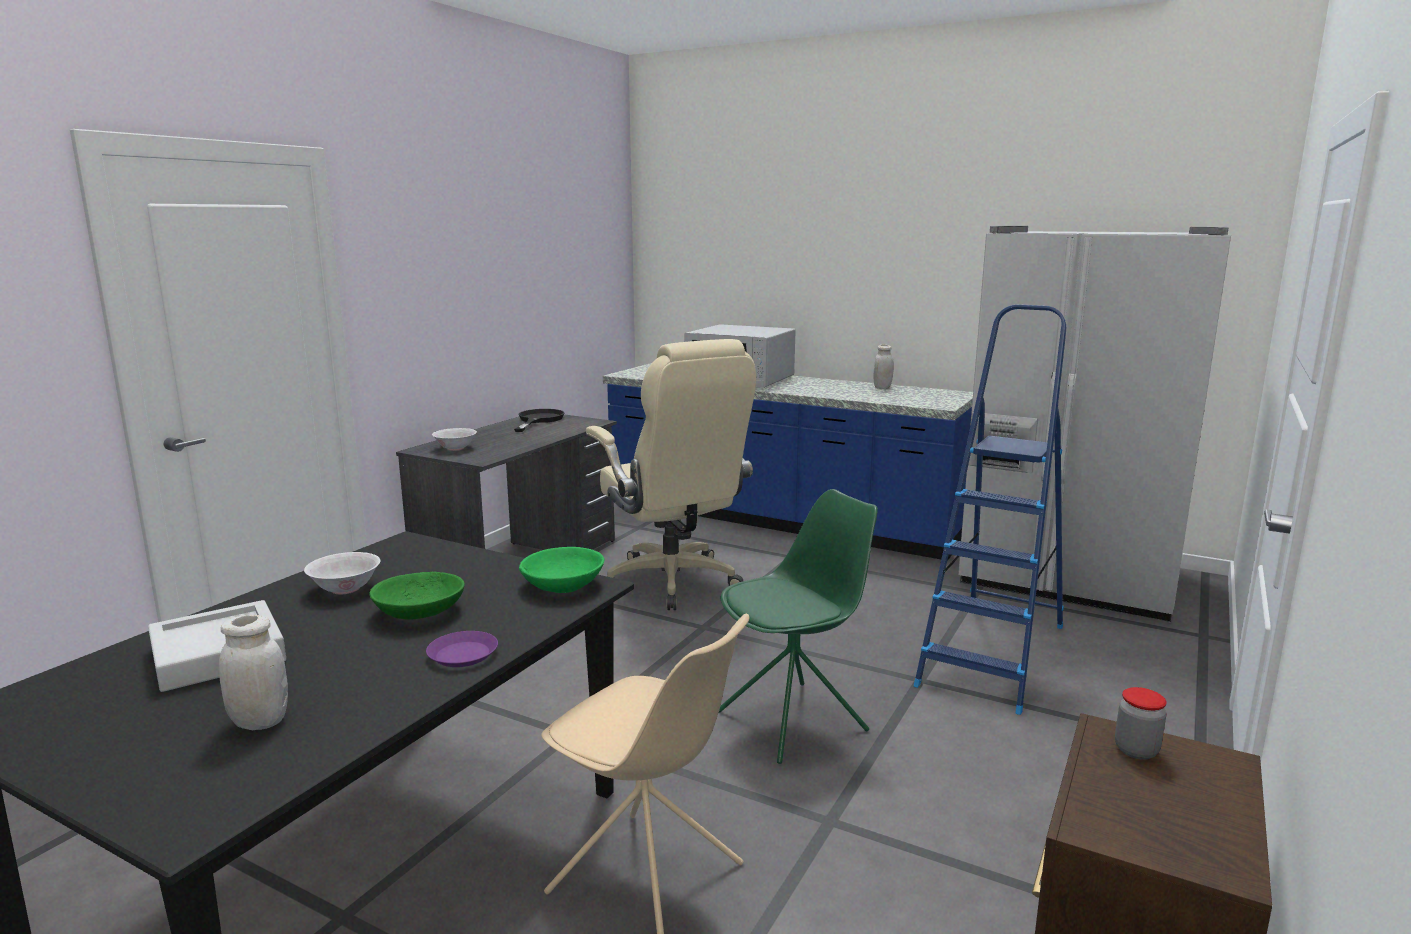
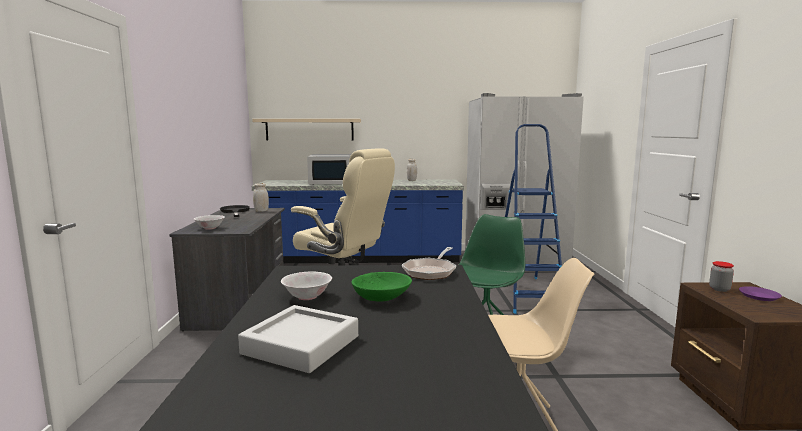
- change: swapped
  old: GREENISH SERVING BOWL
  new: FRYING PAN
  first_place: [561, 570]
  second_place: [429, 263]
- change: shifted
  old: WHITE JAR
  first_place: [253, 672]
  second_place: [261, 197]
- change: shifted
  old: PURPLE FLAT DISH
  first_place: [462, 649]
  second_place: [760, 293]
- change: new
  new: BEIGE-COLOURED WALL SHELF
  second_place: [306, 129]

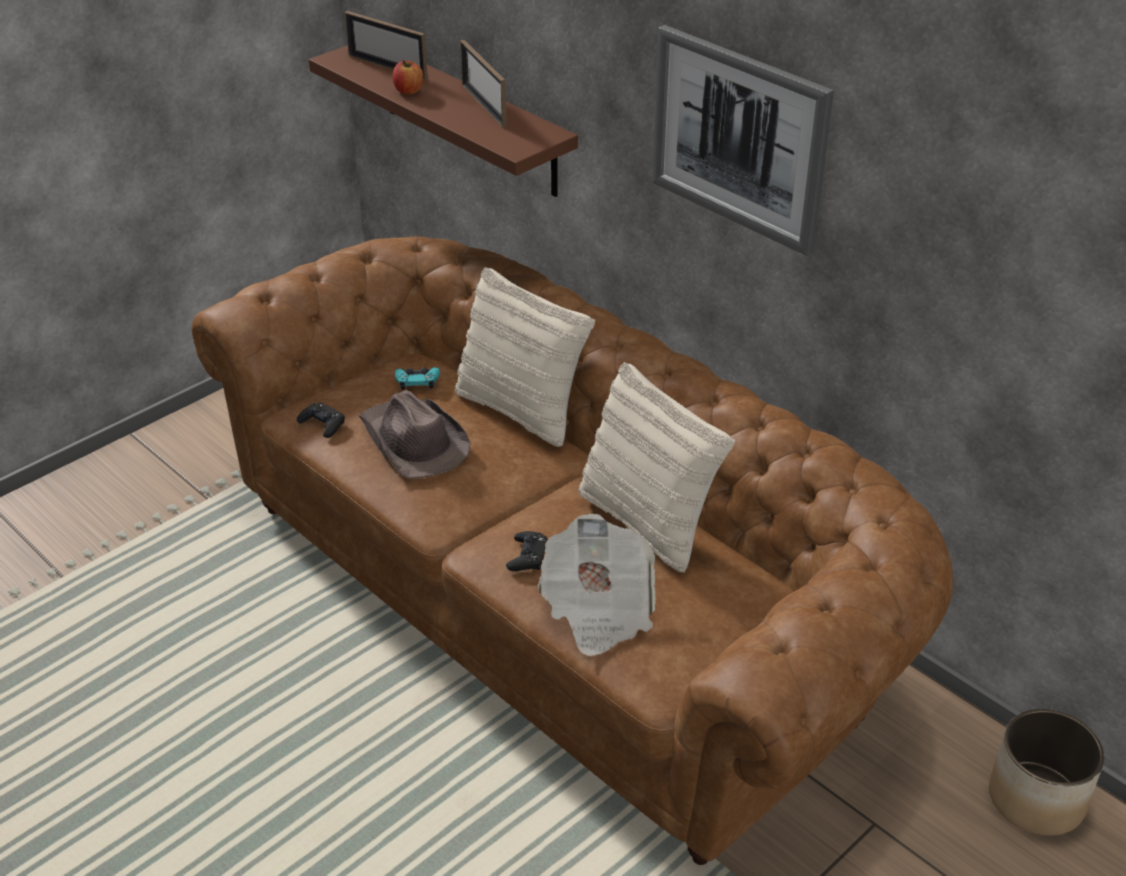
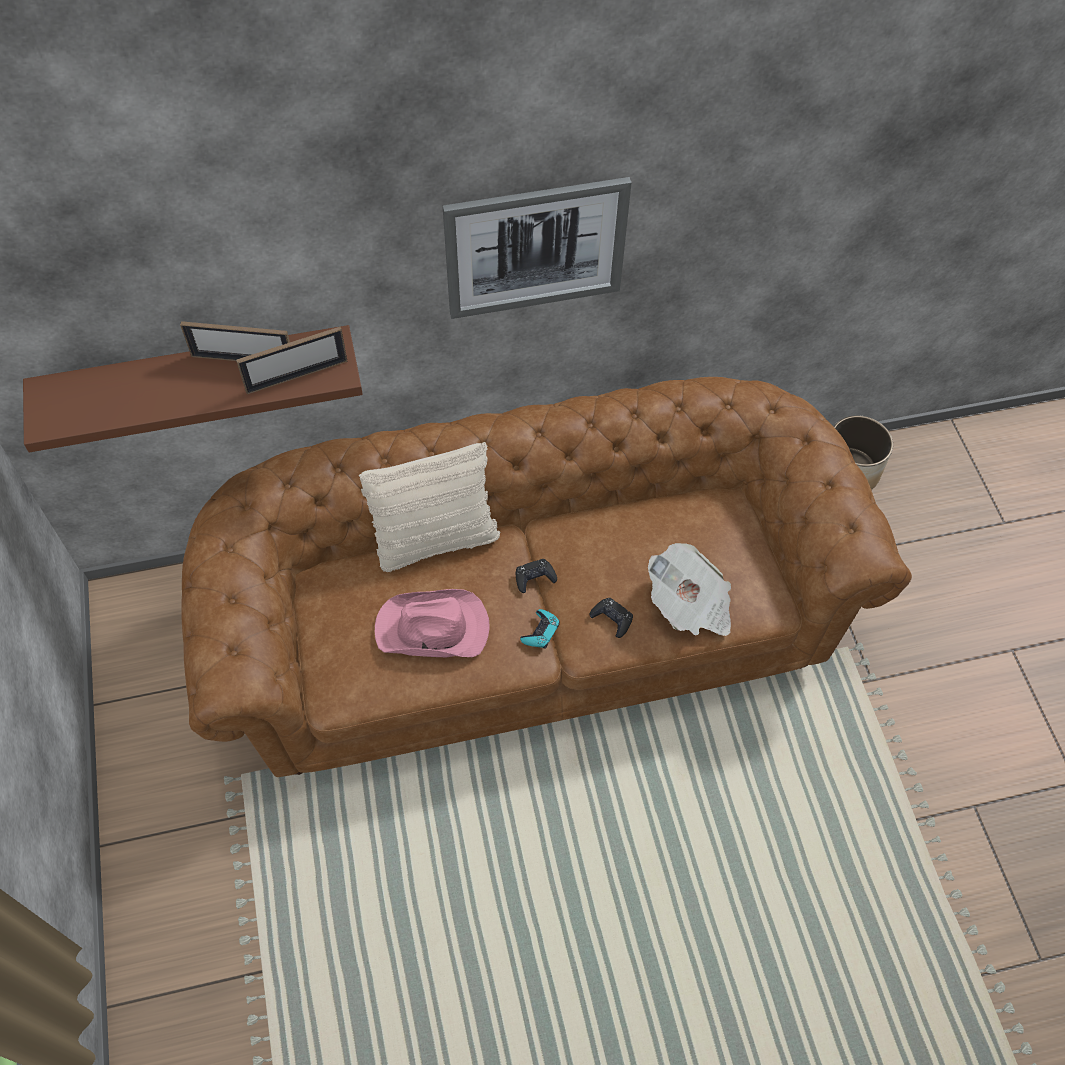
- change: shifted
  old: STANDING FRAME
  first_place: [386, 45]
  second_place: [292, 360]
- change: gone
  old: WHOLE APPLE
  first_place: [408, 77]
- change: gone
  old: BEIGE-COLOURED CUSHION
  first_place: [656, 467]
- change: shifted
  old: TURQUOISE-COLOURED JOYPAD
  first_place: [417, 378]
  second_place: [540, 629]
- change: repainted
  old: BROWNISH CLOTHING HAT
  new: PINK CLOTHING HAT
  first_place: [415, 434]
  second_place: [432, 623]
- change: shifted
  old: BLACK-COLOURED JOYPAD
  first_place: [321, 420]
  second_place: [536, 576]

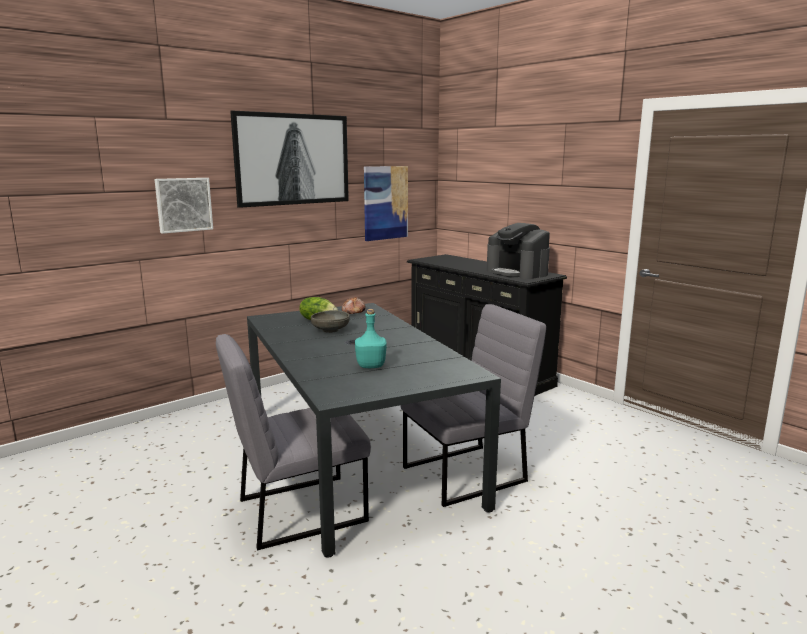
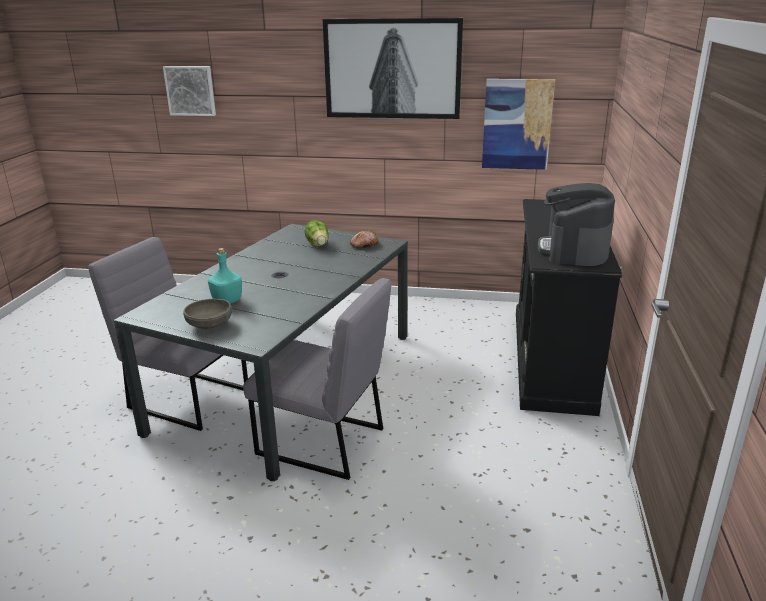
- change: shifted
  old: WALL PICTURE
  first_place: [183, 206]
  second_place: [189, 91]
- change: shifted
  old: GREYISH SERVING BOWL
  first_place: [330, 321]
  second_place: [207, 314]

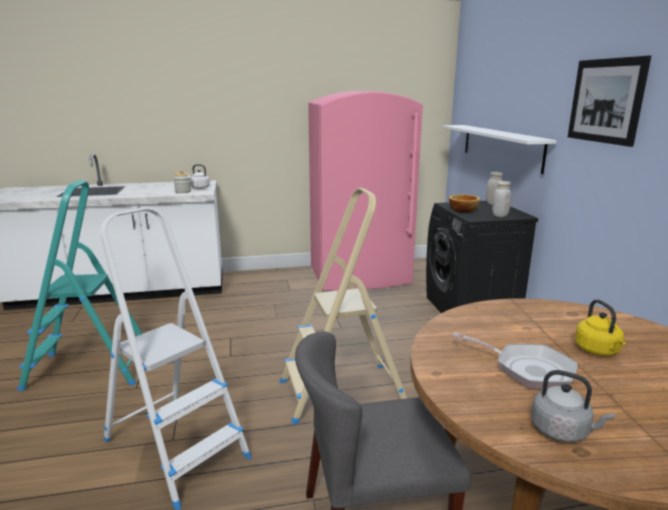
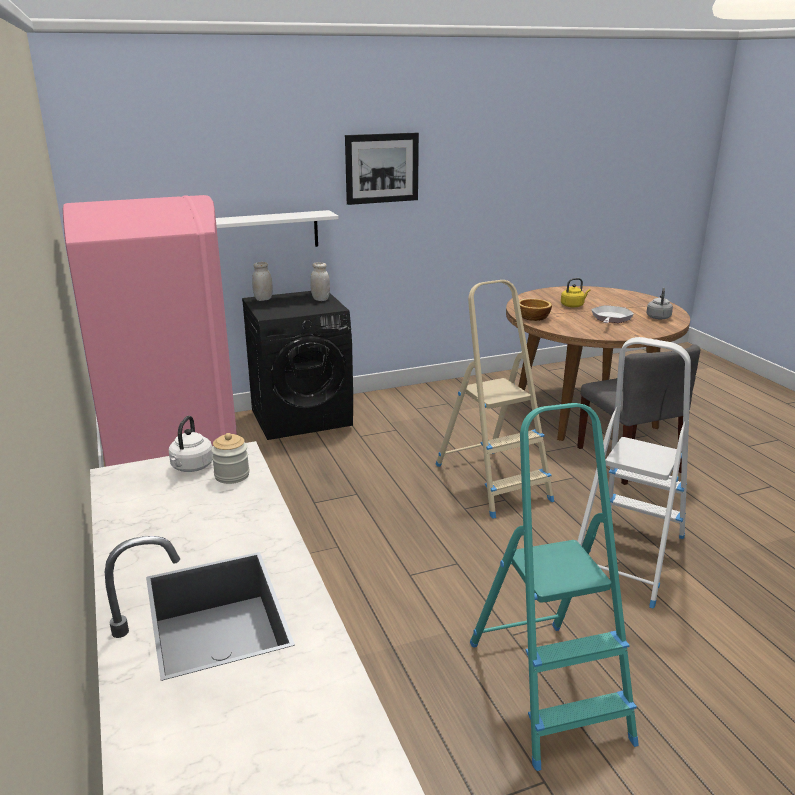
- change: shifted
  old: SERVING BOWL
  first_place: [464, 204]
  second_place: [535, 309]

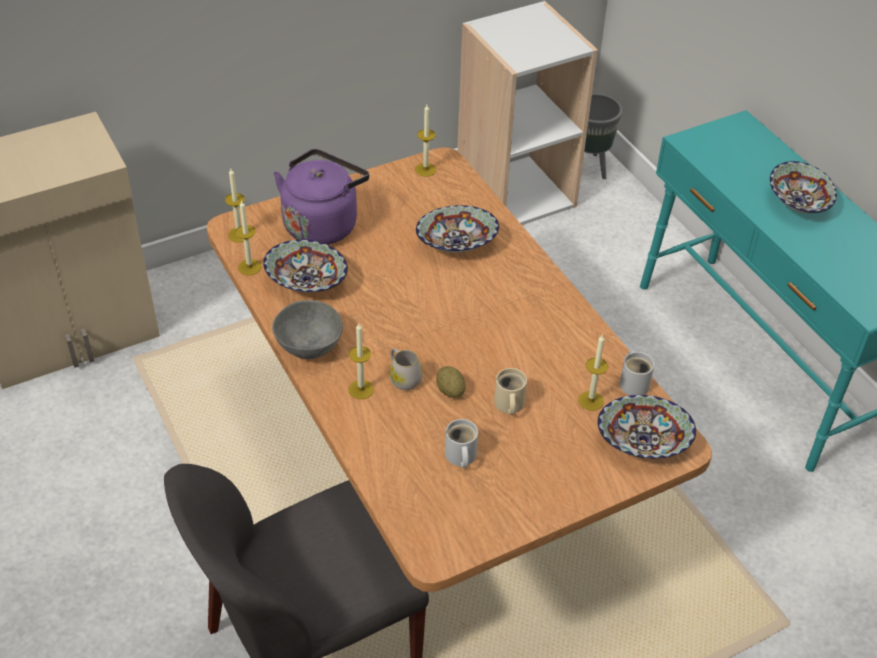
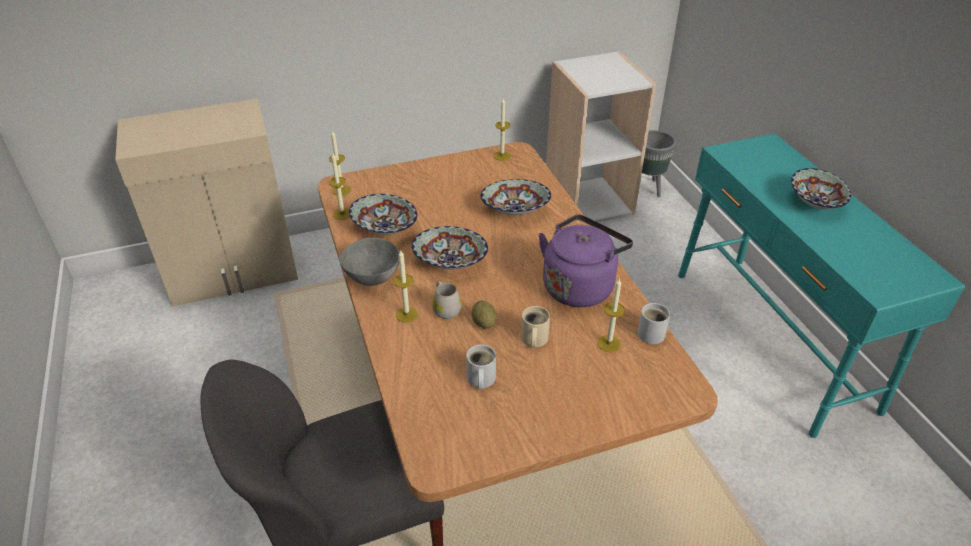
- change: shifted
  old: PURPLE KETTLE
  first_place: [321, 197]
  second_place: [585, 260]
- change: shifted
  old: SERVING BOWL
  first_place: [646, 427]
  second_place: [450, 247]

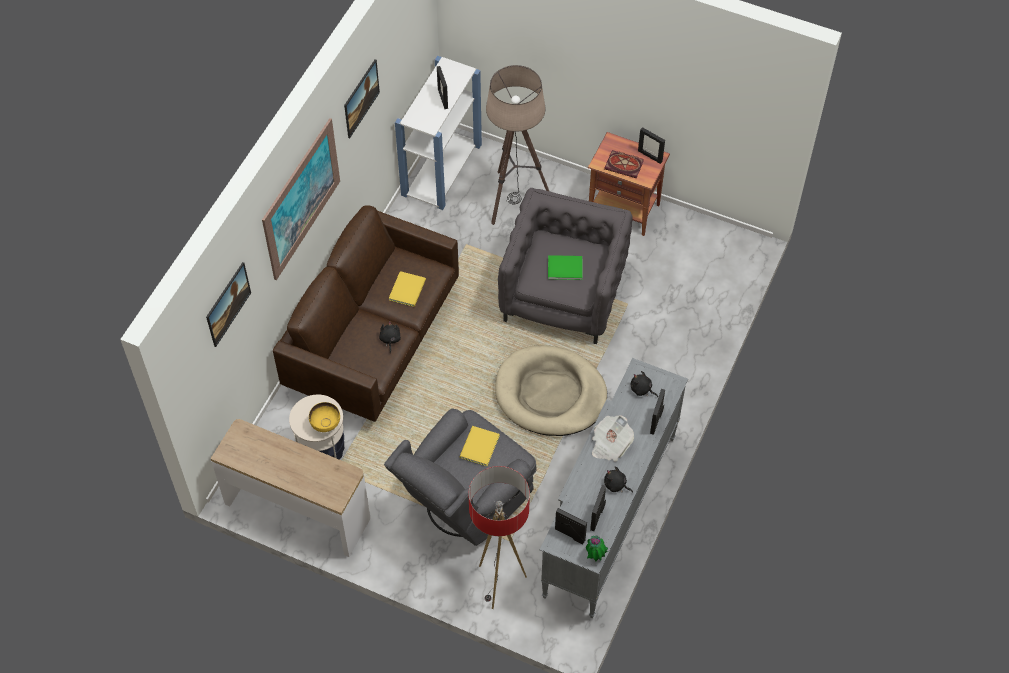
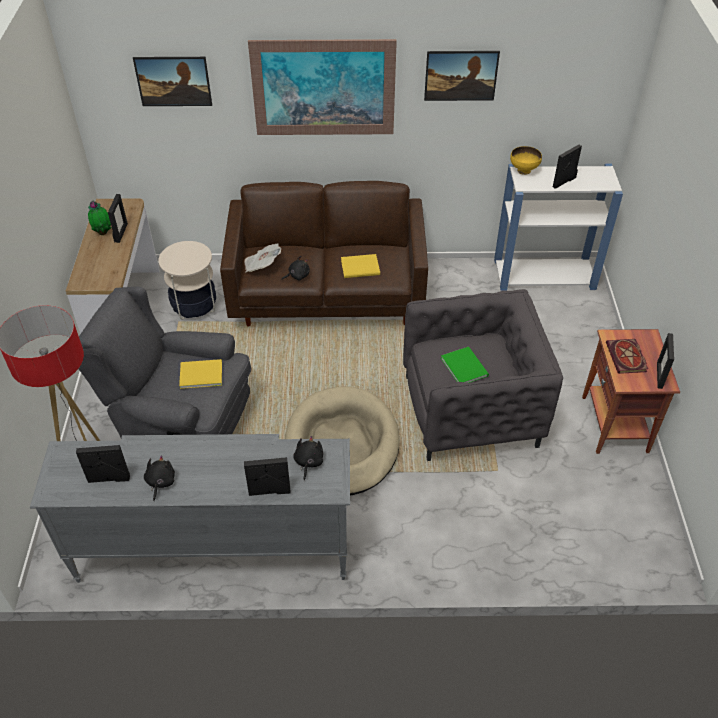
- change: gone
  old: STANDARD LAMP
  first_place: [517, 145]
- change: shifted
  old: YELLOWISH SERVING BOWL
  first_place: [324, 417]
  second_place: [526, 160]
- change: shifted
  old: DAILY PAPER
  first_place: [613, 439]
  second_place: [262, 258]
- change: shifted
  old: STANDING FRAME
  first_place: [571, 526]
  second_place: [118, 218]
- change: shifted
  old: PLANT IN A POT
  first_place: [597, 548]
  second_place: [100, 217]

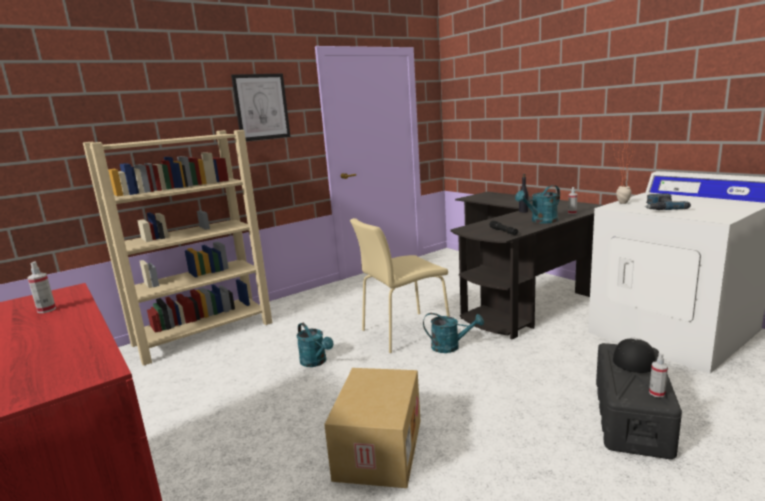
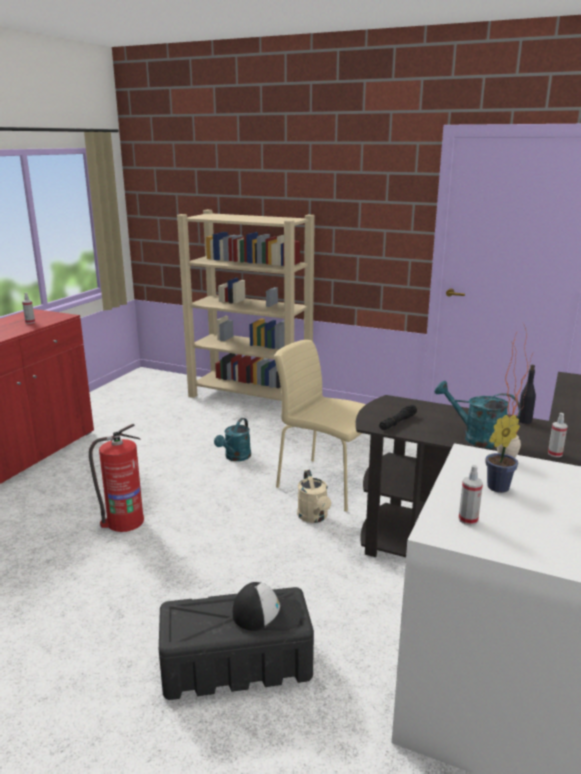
- change: gone
  old: WALL PICTURE
  first_place: [260, 107]
- change: swapped
  old: ELECTRIC DRILL
  new: PLANT IN A POT
  first_place: [668, 201]
  second_place: [502, 454]
- change: repainted
  old: TURQUOISE-COLOURED SPRINKLING CAN
  new: BEIGE-COLOURED SPRINKLING CAN
  first_place: [453, 333]
  second_place: [314, 496]
- change: shifted
  old: SPRAY BOTTLE
  first_place: [658, 375]
  second_place: [470, 495]
- change: swapped
  old: CARTON
  new: EXTINGUISHER
  first_place: [372, 428]
  second_place: [116, 478]

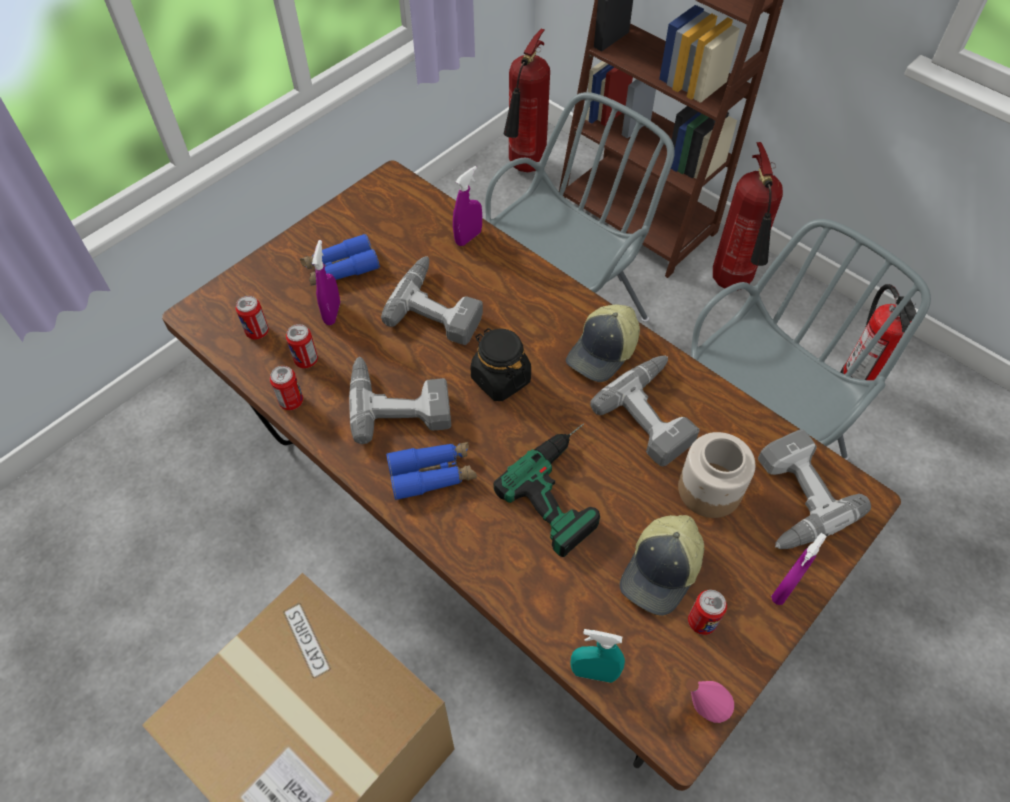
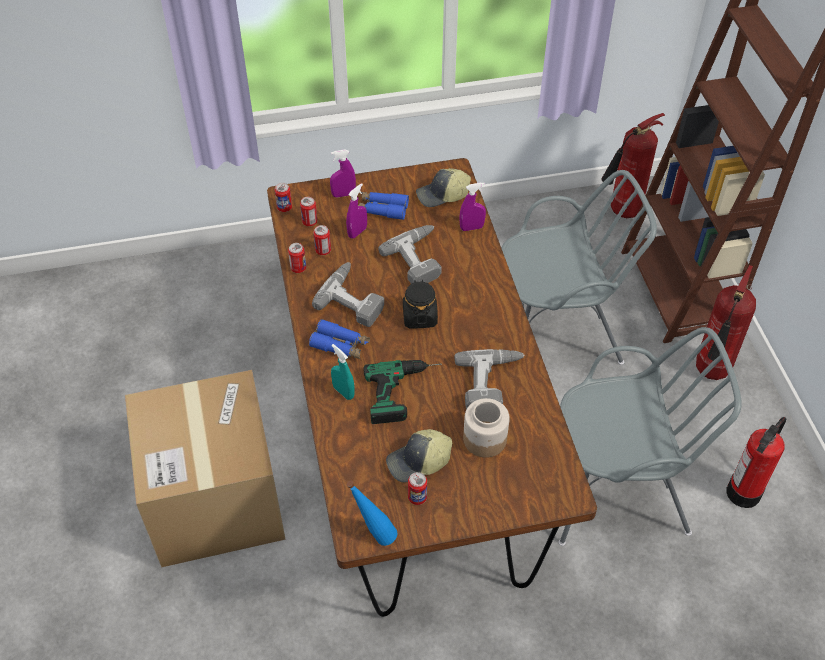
- change: shifted
  old: BASEBALL CAP
  first_place: [603, 343]
  second_place: [443, 187]
- change: gone
  old: ELECTRIC DRILL
  first_place: [814, 489]
- change: shifted
  old: PURPLE SPRAY BOTTLE
  first_place: [799, 569]
  second_place: [343, 174]
- change: shifted
  old: TURQUOISE-COLOURED SPRAY BOTTLE
  first_place: [597, 656]
  second_place: [343, 372]
- change: repainted
  old: PINK BEVERAGE BOTTLE
  new: BLUE BEVERAGE BOTTLE
  first_place: [710, 700]
  second_place: [372, 513]
- change: new
  new: CAN
  second_place: [283, 197]

